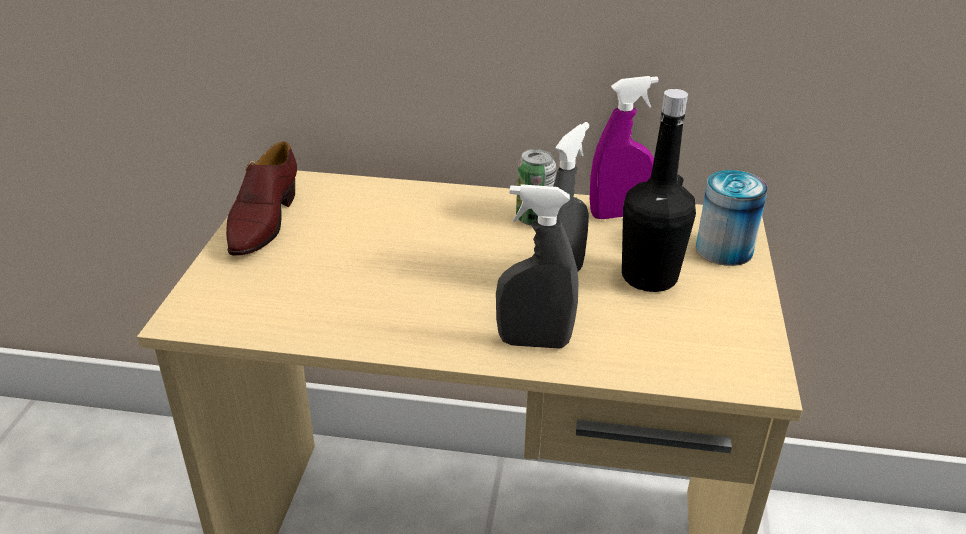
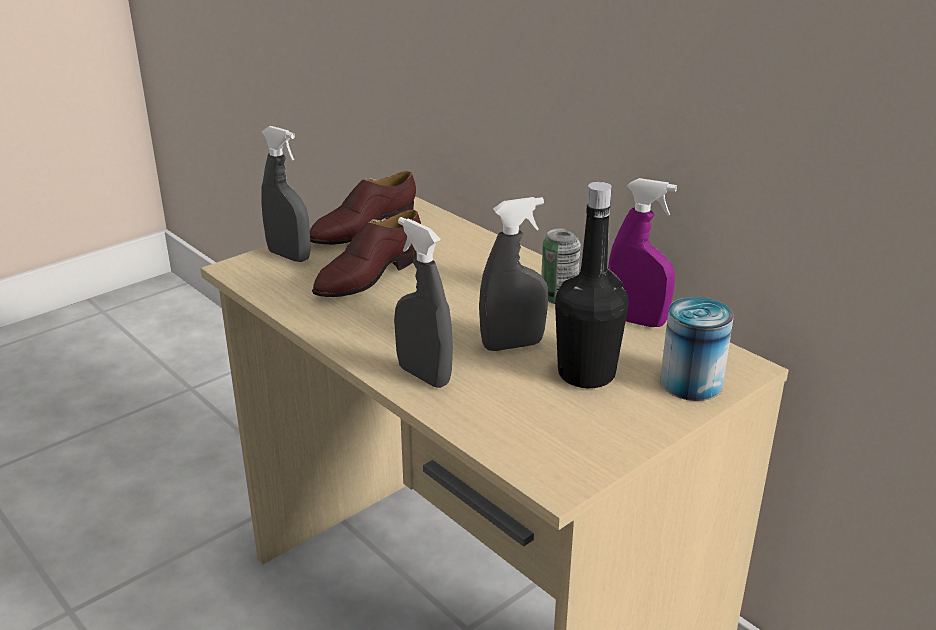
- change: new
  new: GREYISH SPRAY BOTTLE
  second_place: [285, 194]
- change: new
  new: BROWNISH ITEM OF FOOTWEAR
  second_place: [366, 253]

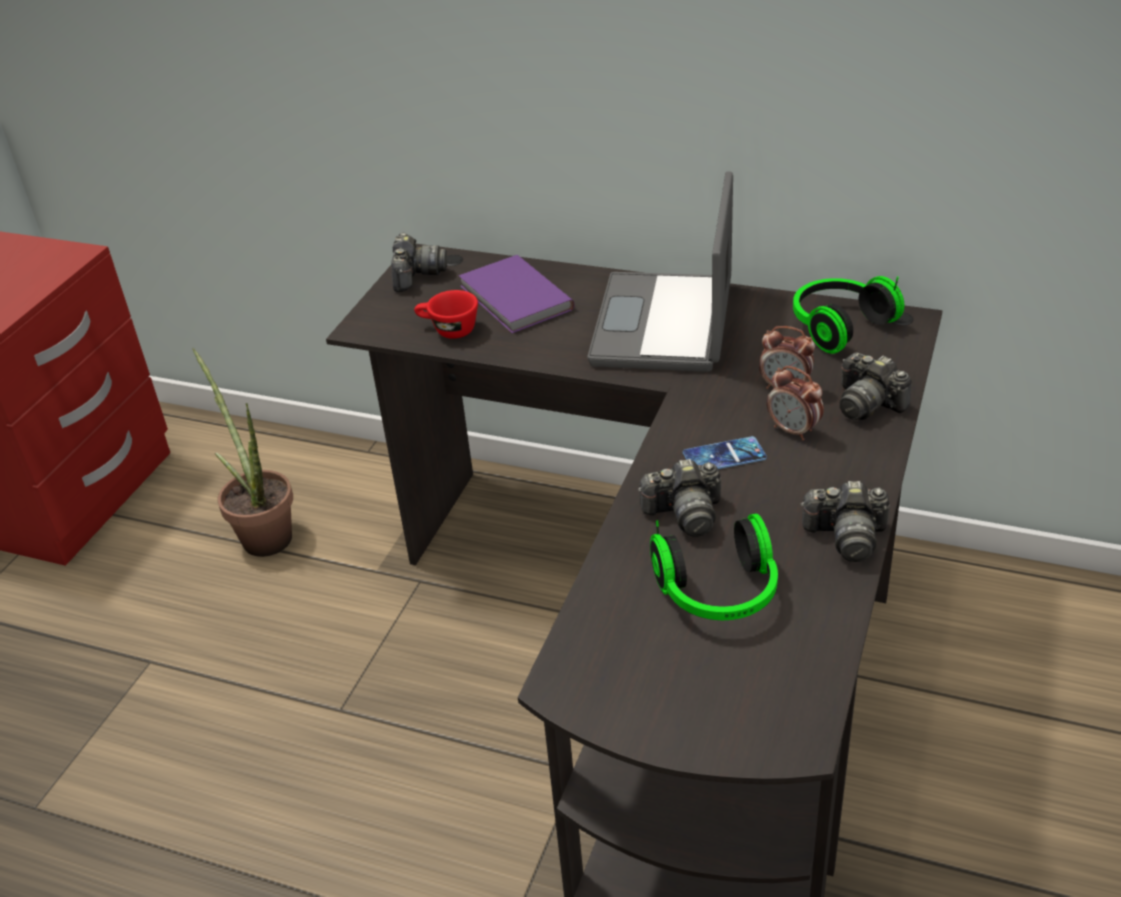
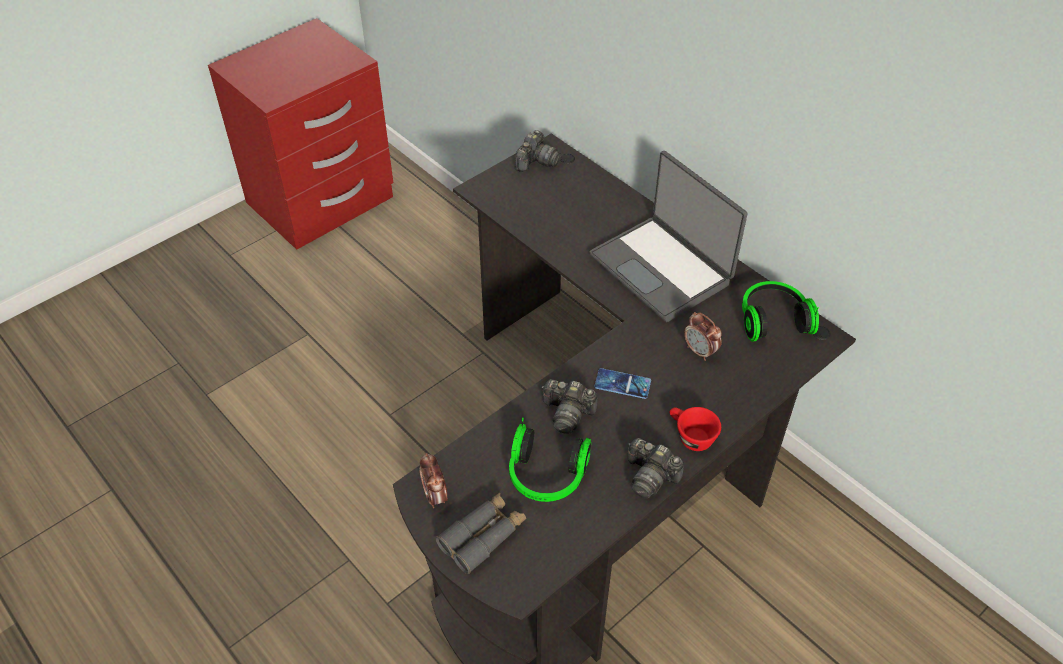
- change: rotated
  old: LAPTOP
  first_place: [660, 271]
  second_place: [668, 236]
  degrees: -75
- change: gone
  old: PURPLE BOUND BOOK
  first_place: [516, 294]
- change: shifted
  old: REDDISH SMALL CUP
  first_place: [446, 314]
  second_place: [695, 429]
- change: gone
  old: PLANT IN A POT
  first_place: [242, 452]
- change: gone
  old: STILL CAMERA
  first_place: [875, 386]
- change: shifted
  old: BEDSIDE CLOCK
  first_place: [795, 403]
  second_place: [433, 480]
- change: new
  new: GREYISH PAIR OF BINOCULARS
  second_place: [481, 533]

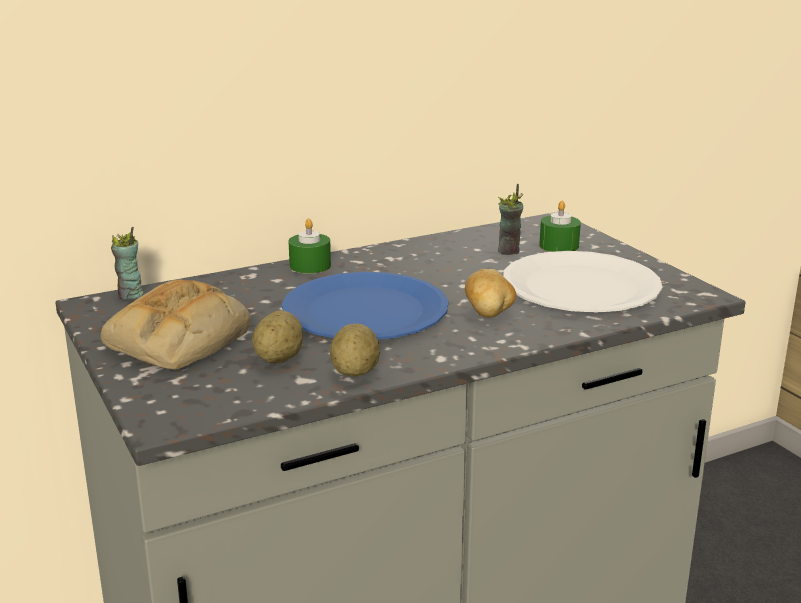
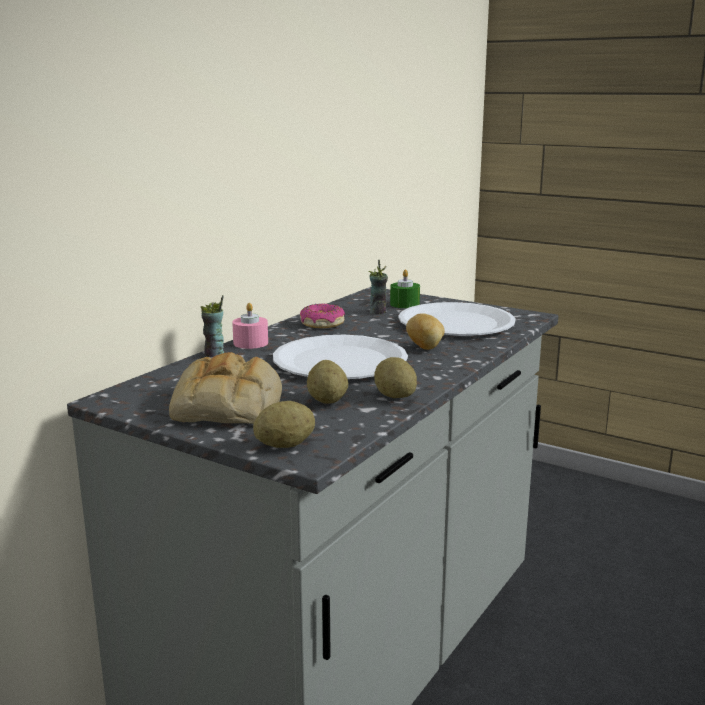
- change: repainted
  old: GREENISH WAX LIGHT
  new: PINK WAX LIGHT
  first_place: [309, 246]
  second_place: [250, 326]
- change: shifted
  old: SMALL CUP
  first_place: [127, 263]
  second_place: [212, 326]
- change: repainted
  old: BLUE FLAT DISH
  new: WHITE FLAT DISH
  first_place: [365, 306]
  second_place: [340, 357]
- change: new
  new: DOUGHNUT
  second_place: [322, 315]
- change: new
  new: POTATO
  second_place: [284, 424]

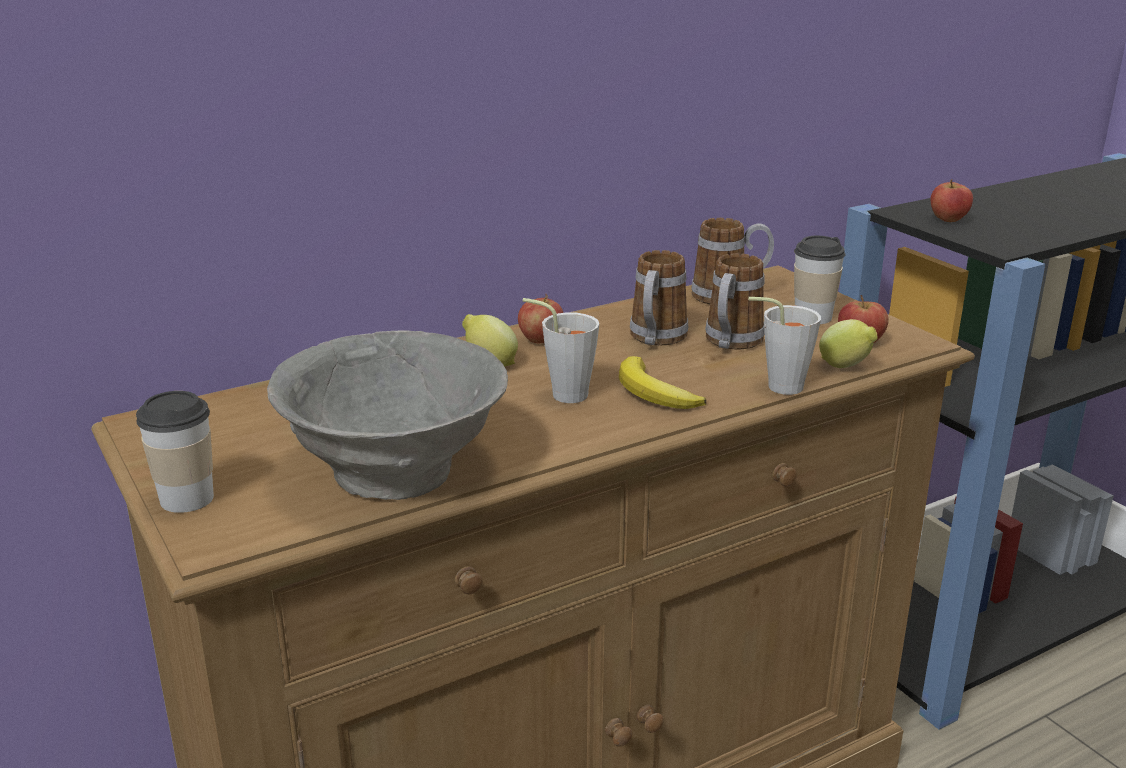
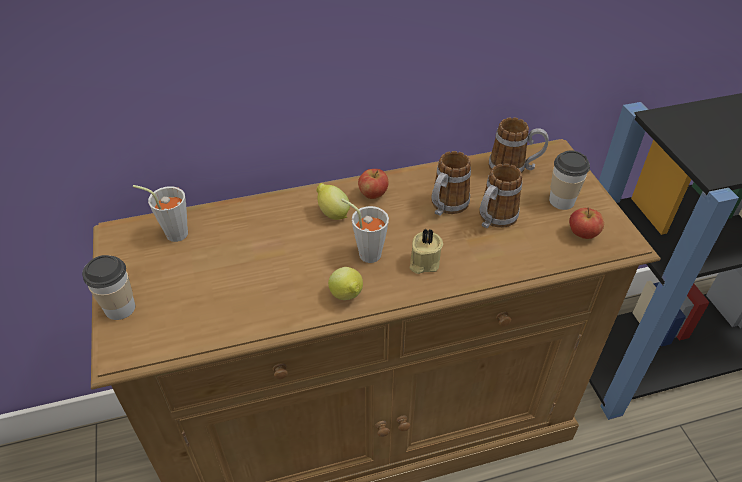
- change: gone
  old: WHOLE APPLE
  first_place: [951, 200]
- change: shifted
  old: GREYISH SMALL CUP
  first_place: [784, 346]
  second_place: [160, 213]
- change: shifted
  old: LEMON
  first_place: [848, 343]
  second_place: [345, 283]
- change: gone
  old: GREYISH SERVING BOWL
  first_place: [387, 415]
- change: swapped
  old: BANANA FRUIT
  new: BEIGE-COLOURED WAX LIGHT
  first_place: [662, 382]
  second_place: [426, 251]

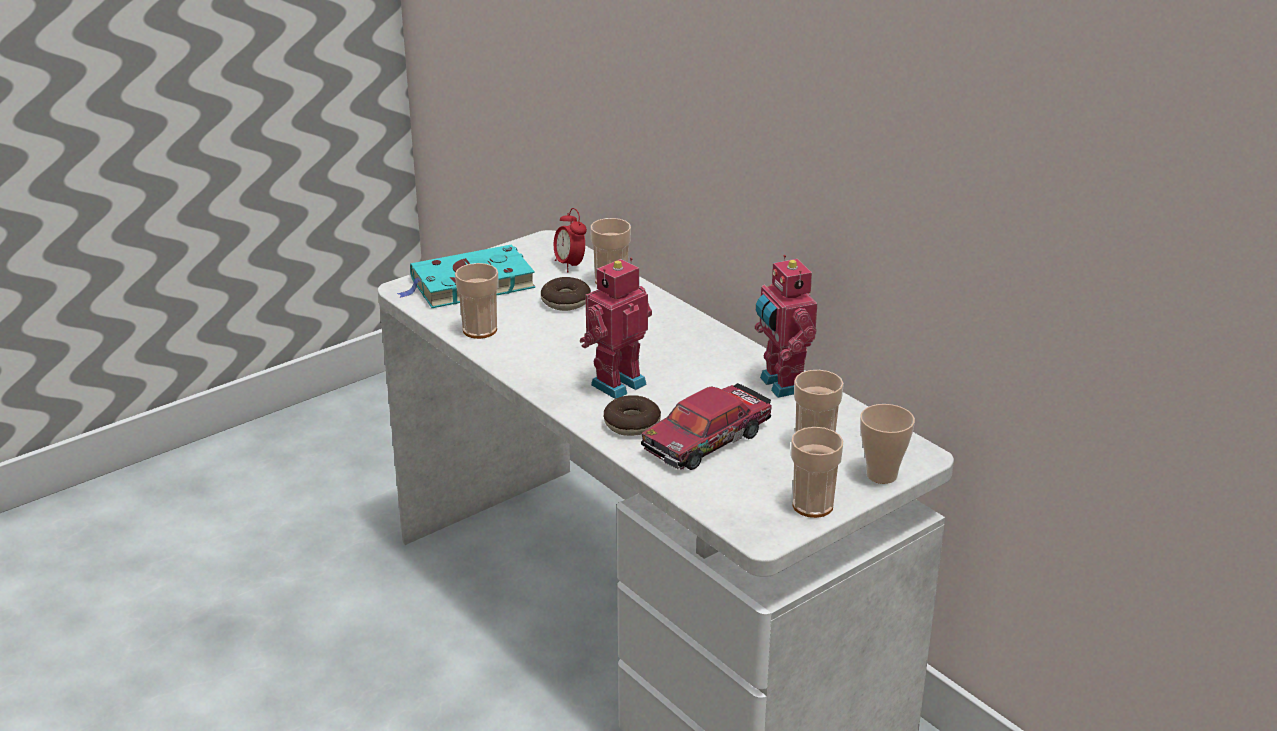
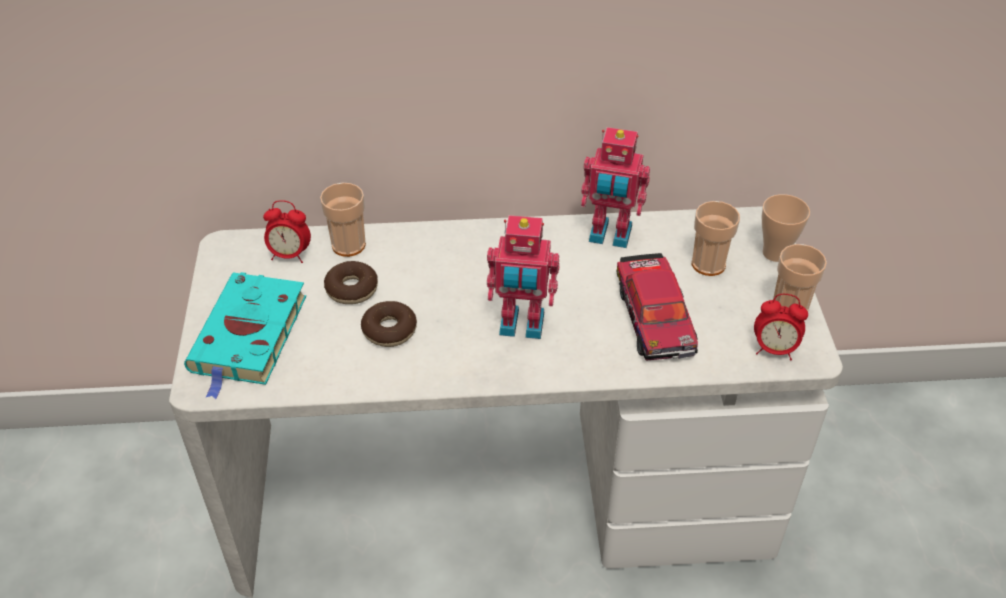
- change: rotated
  old: TOY ROBOT
  first_place: [616, 328]
  second_place: [523, 277]
  degrees: -75
- change: gone
  old: SMALL CUP
  first_place: [477, 301]
- change: shifted
  old: DOUGHNUT
  first_place: [632, 415]
  second_place: [389, 324]
- change: new
  new: BEDSIDE CLOCK
  second_place: [781, 327]

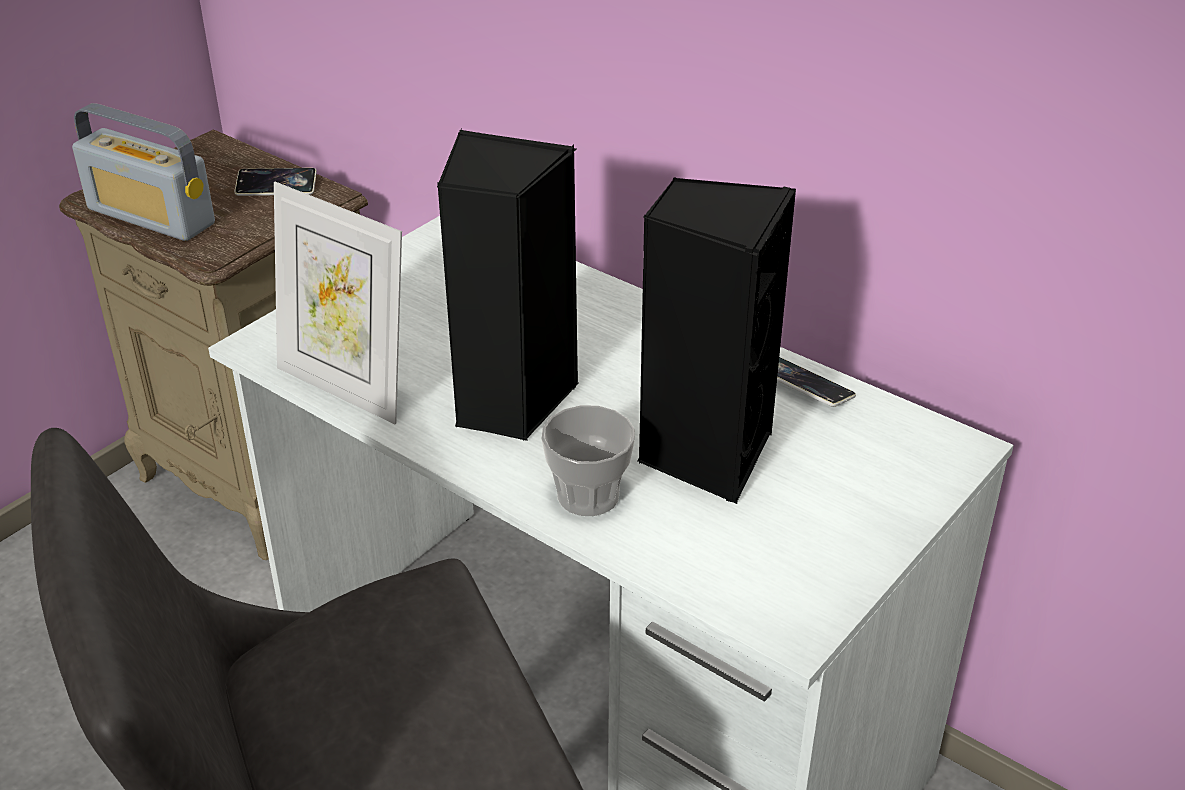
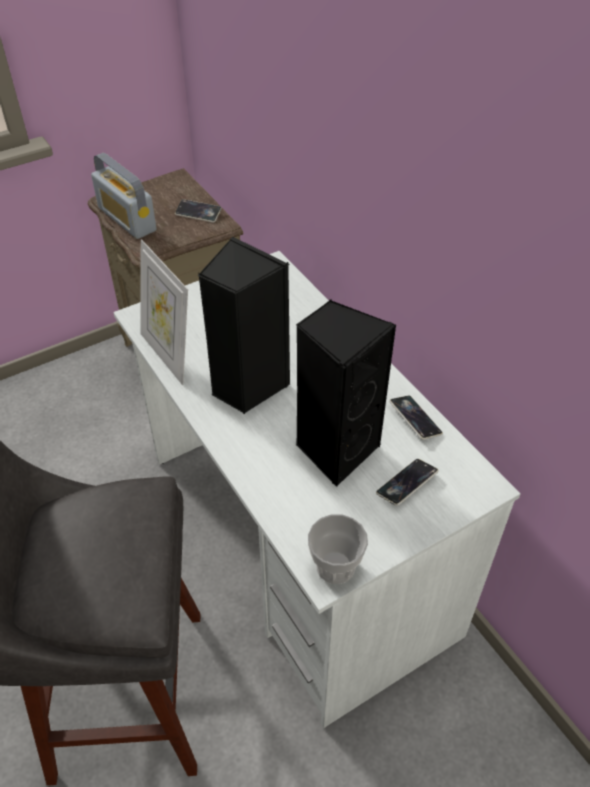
- change: shifted
  old: SMALL CUP
  first_place: [588, 460]
  second_place: [338, 549]
- change: new
  new: HANDSET
  second_place: [407, 482]

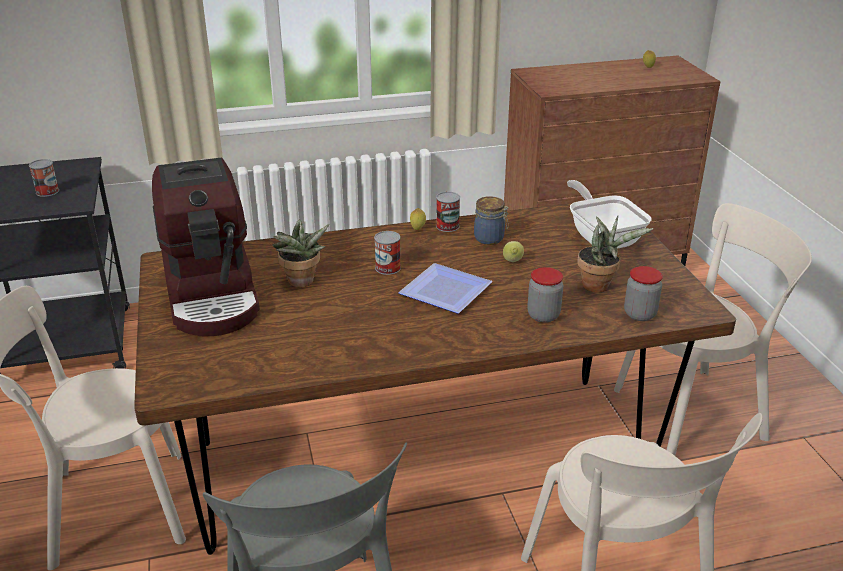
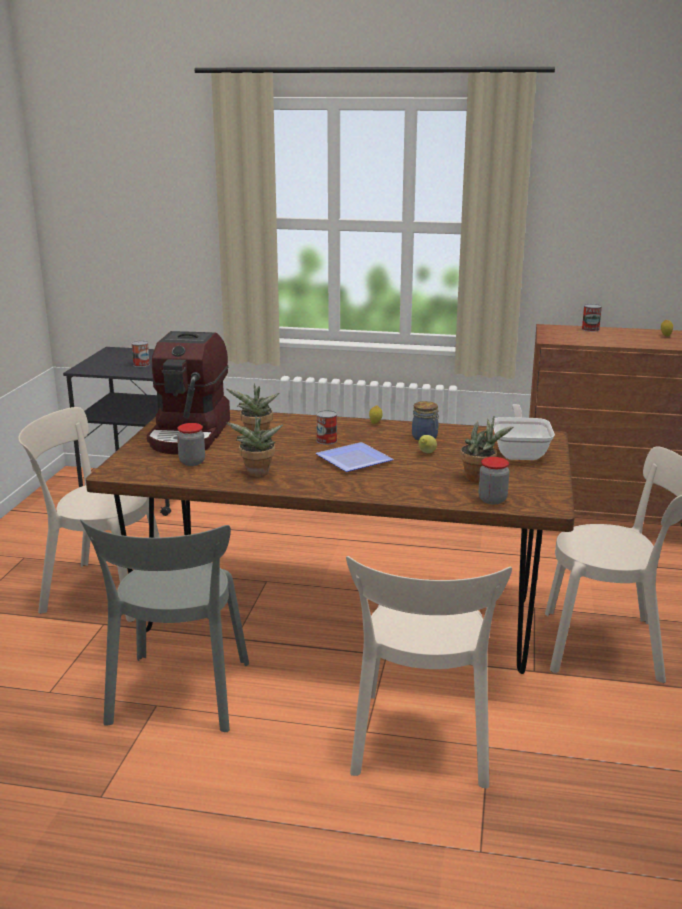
- change: shifted
  old: CAN
  first_place: [448, 212]
  second_place: [592, 318]
- change: shifted
  old: JAR
  first_place: [545, 295]
  second_place: [191, 444]
- change: new
  new: PLANT IN A POT
  second_place: [254, 446]

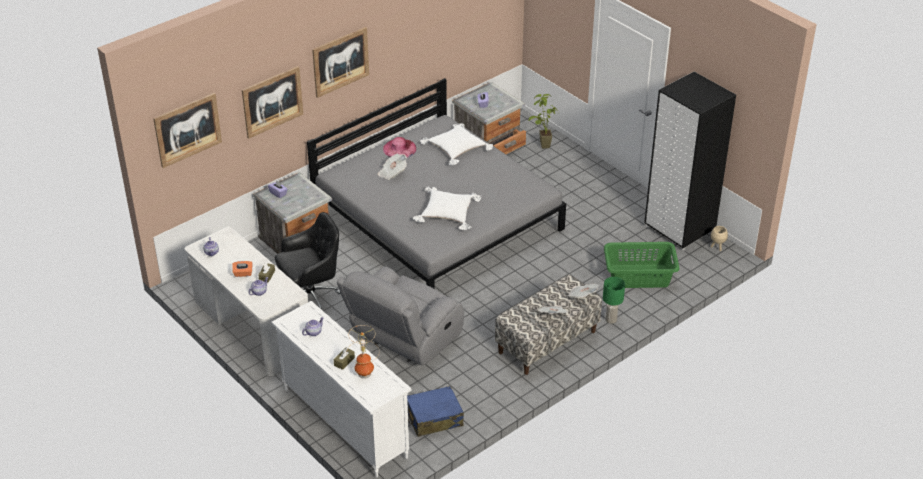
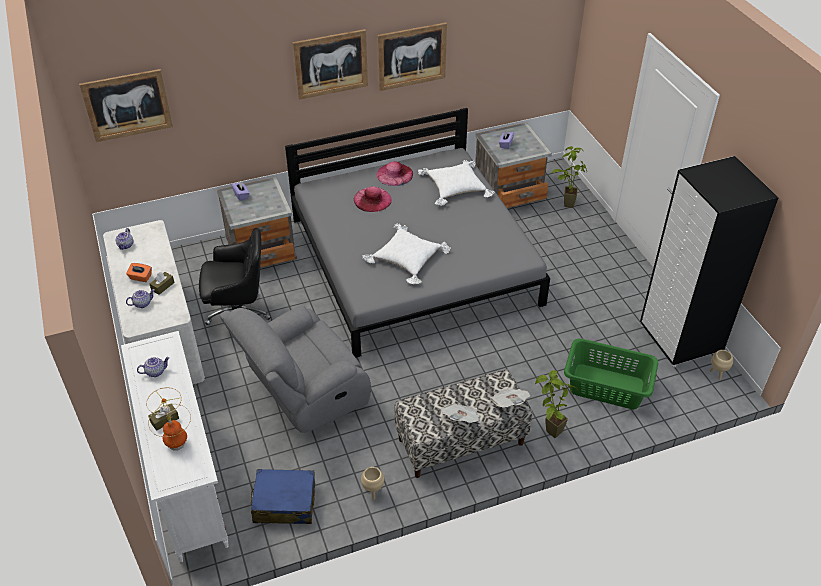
- change: shifted
  old: WALL PICTURE
  first_place: [272, 102]
  second_place: [412, 57]
- change: swapped
  old: DAILY PAPER
  new: PINK CLOTHING HAT
  first_place: [392, 166]
  second_place: [373, 199]
- change: swapped
  old: GREENISH TABLETOP LAMP
  new: PLANT IN A POT
  first_place: [614, 300]
  second_place: [556, 404]
- change: new
  new: BEIGE-COLOURED PLANTER
  second_place: [372, 483]

